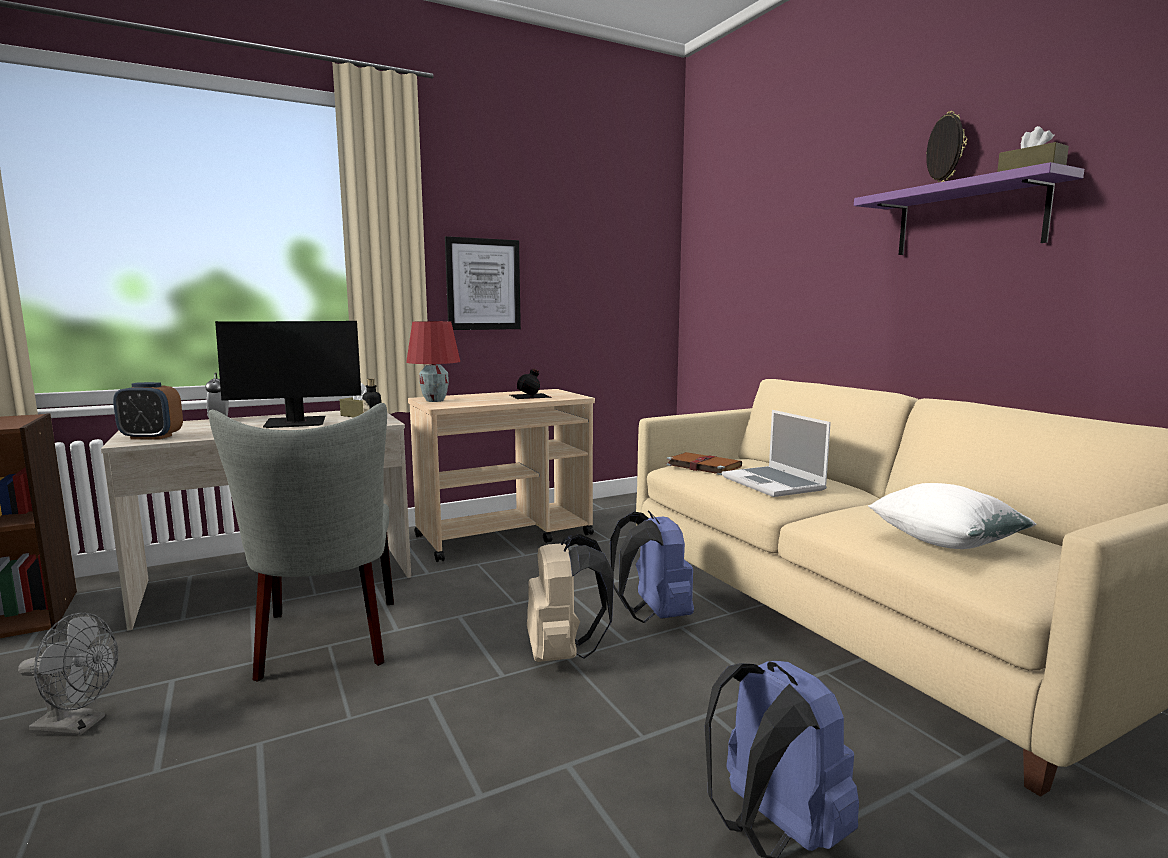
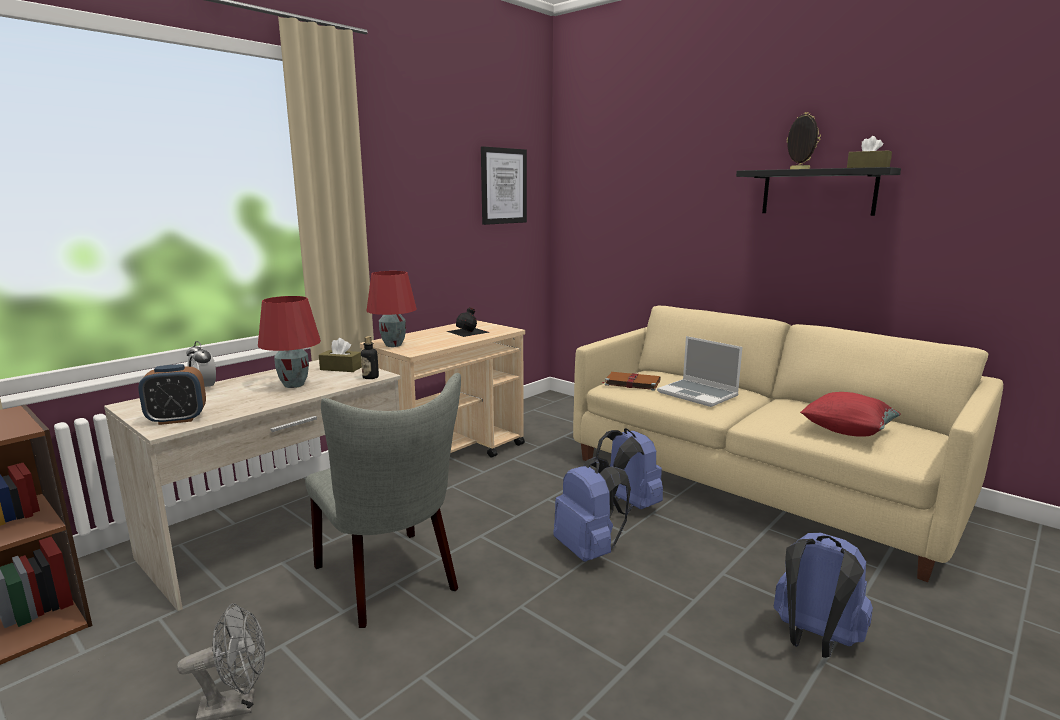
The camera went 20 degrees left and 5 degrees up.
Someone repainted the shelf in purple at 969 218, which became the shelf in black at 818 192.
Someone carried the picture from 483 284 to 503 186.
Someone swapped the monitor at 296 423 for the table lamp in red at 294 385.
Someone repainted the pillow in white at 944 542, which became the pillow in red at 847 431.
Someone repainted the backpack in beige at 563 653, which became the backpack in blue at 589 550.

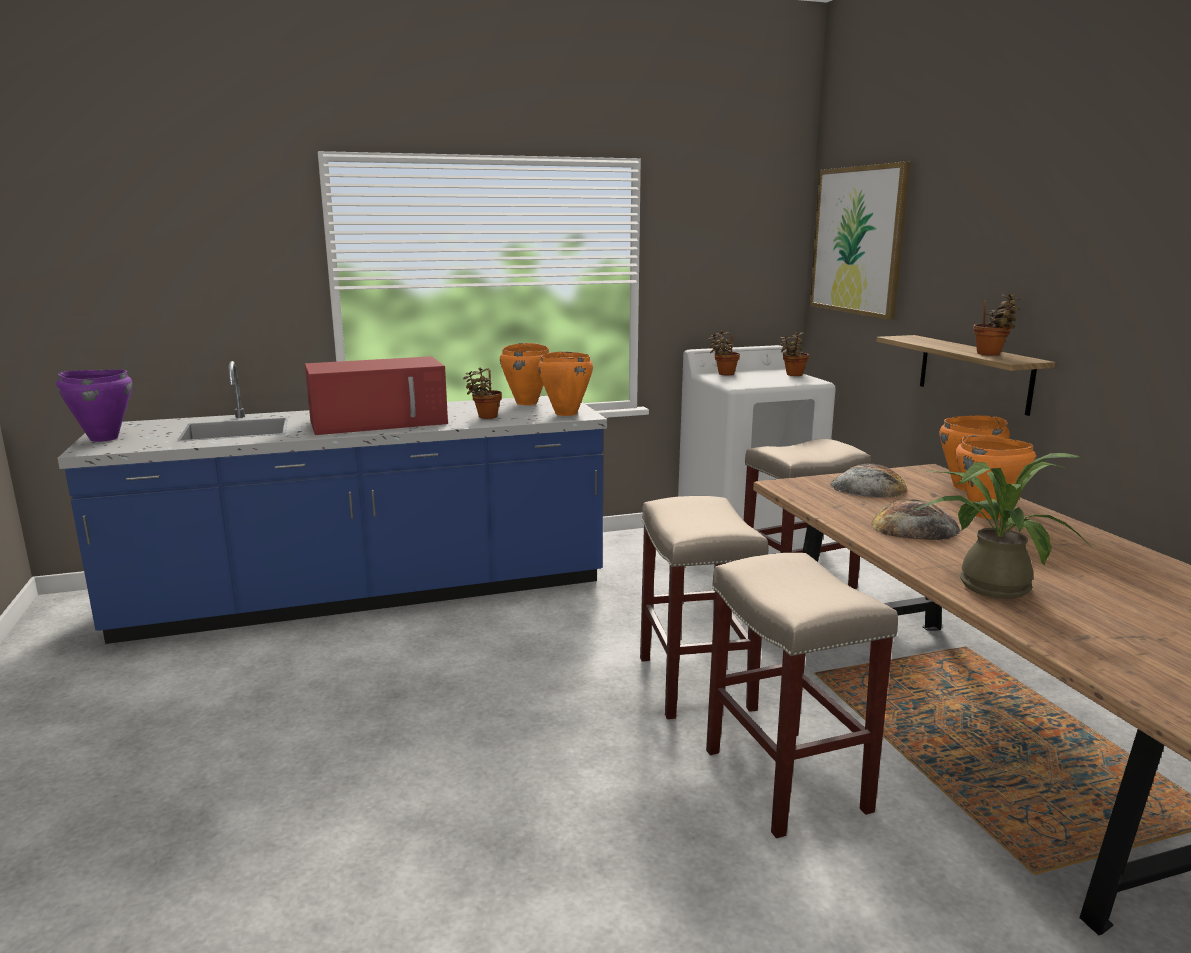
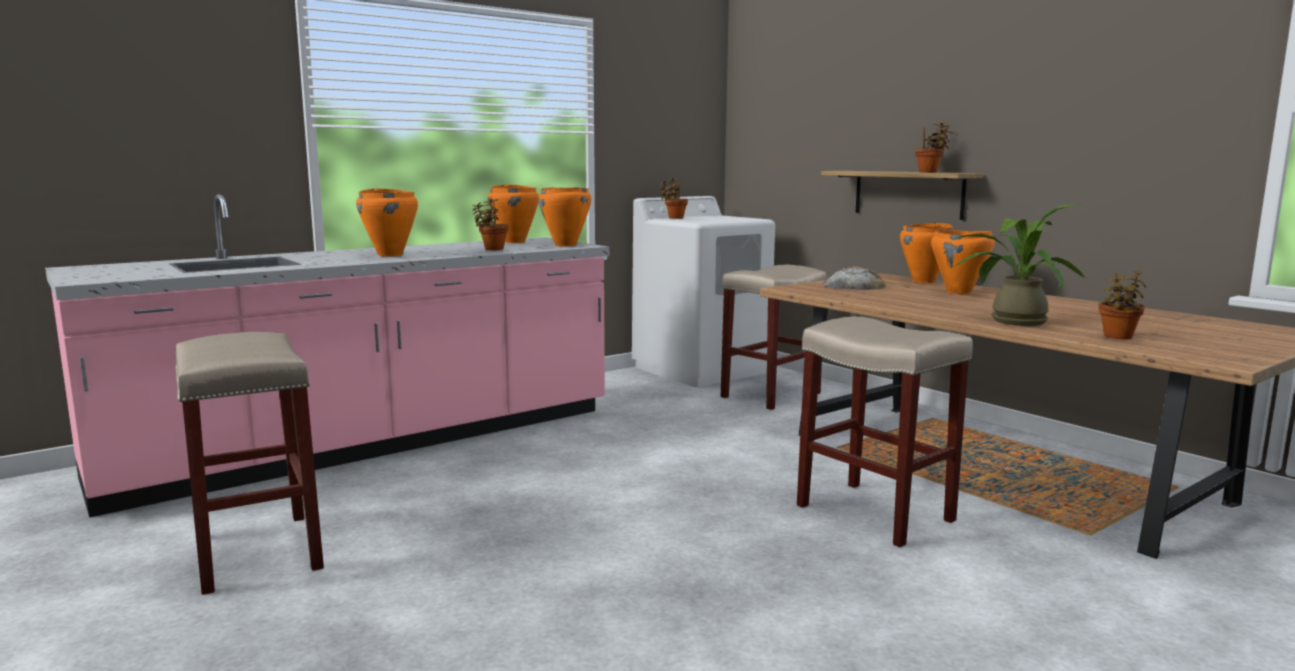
The camera went 20 degrees left and 5 degrees down.
Someone took away the picture at 858 240.
Someone carried the potted plant from 793 375 to 1117 337.
Someone swapped the microwave in red at 380 421 for the cooking pot in orange at 390 255.
Someone repainted the counter in blue at 368 594, which became the counter in pink at 372 444.
Someone took away the cooking pot in purple at 103 438.
Someone carried the stool in beige from 694 682 to 256 551.
Someone took away the bread at 914 527.

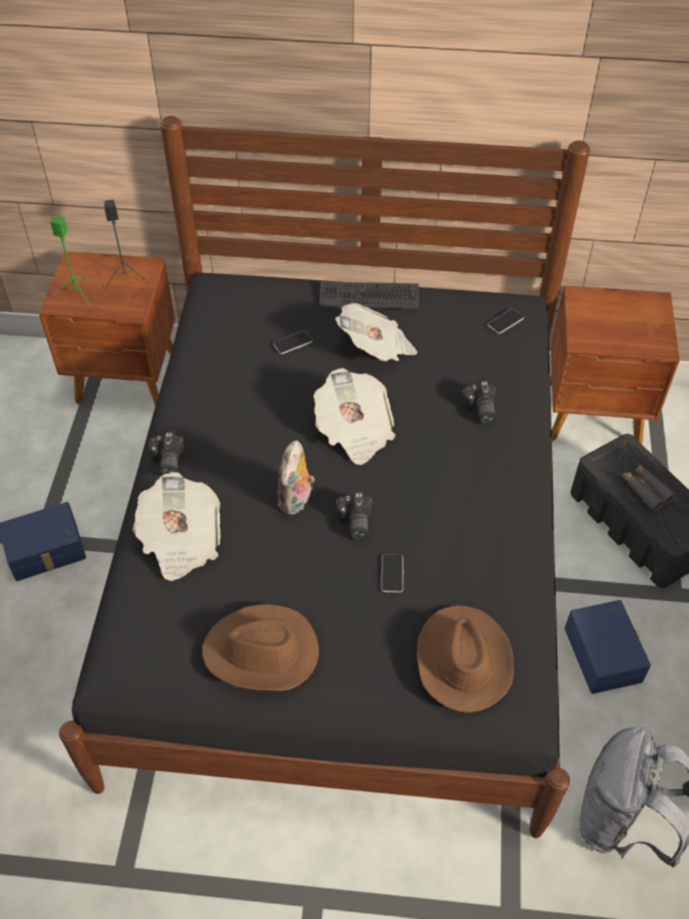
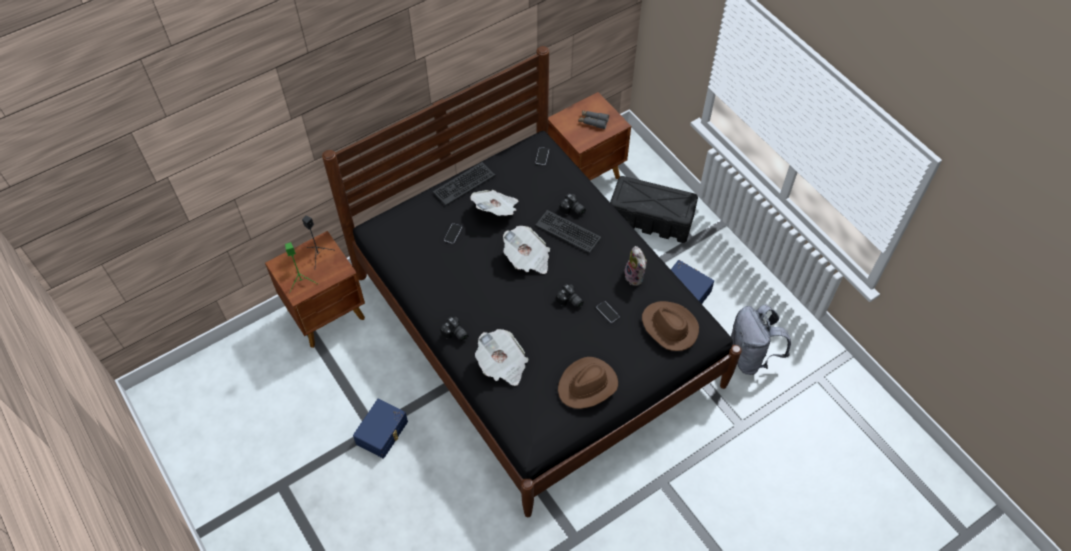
The camera went 40 degrees left and 5 degrees up.
Someone carried the plush toy from 296 501 to 635 277.
Someone carried the binoculars in grey from 646 490 to 593 121.
Someone put down the keyboard at 568 231.

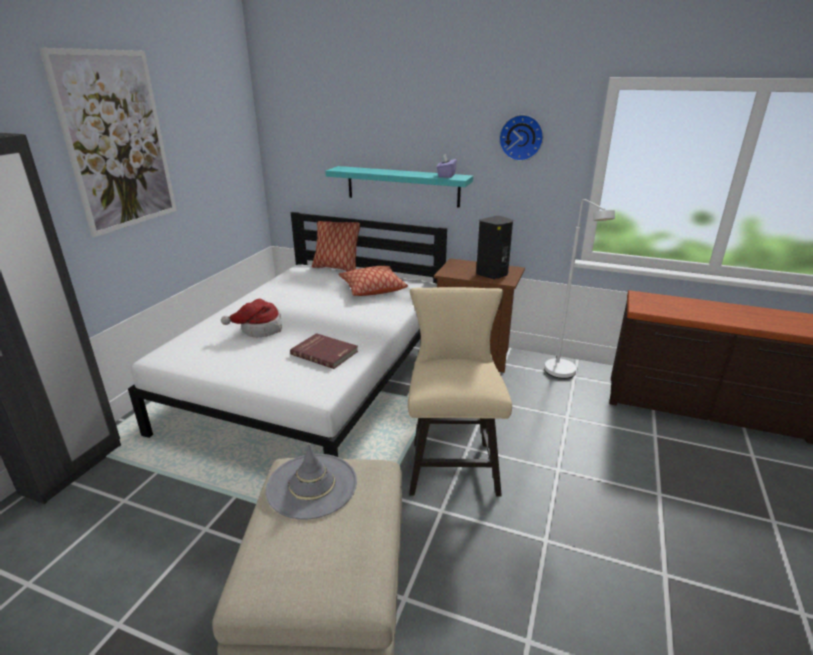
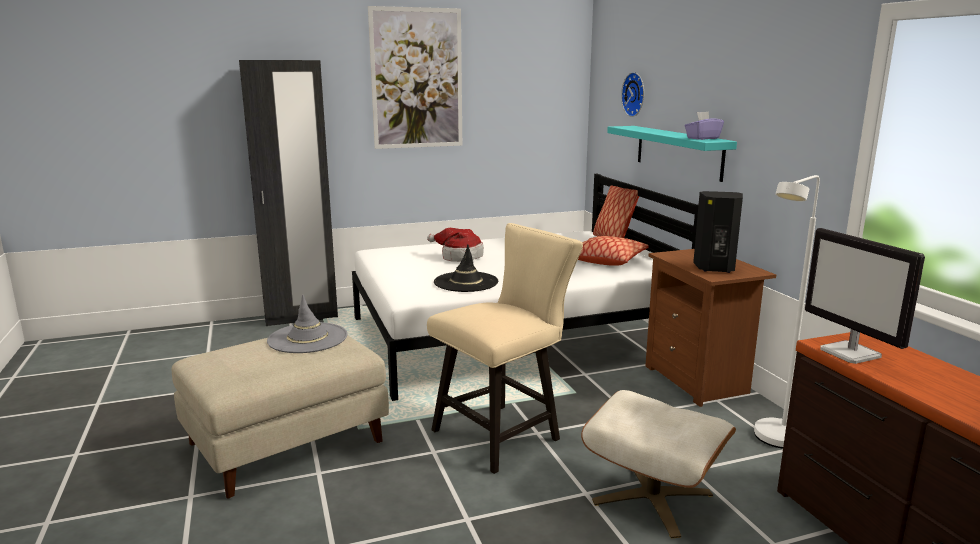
The camera went 50 degrees right and 10 degrees down.
Someone carried the wall clock from 521 137 to 635 94.
Someone swapped the book in red at 325 352 for the hat in black at 466 282.
Someone put down the monitor at 851 353.
Someone put down the ottoman in beige at 653 497.

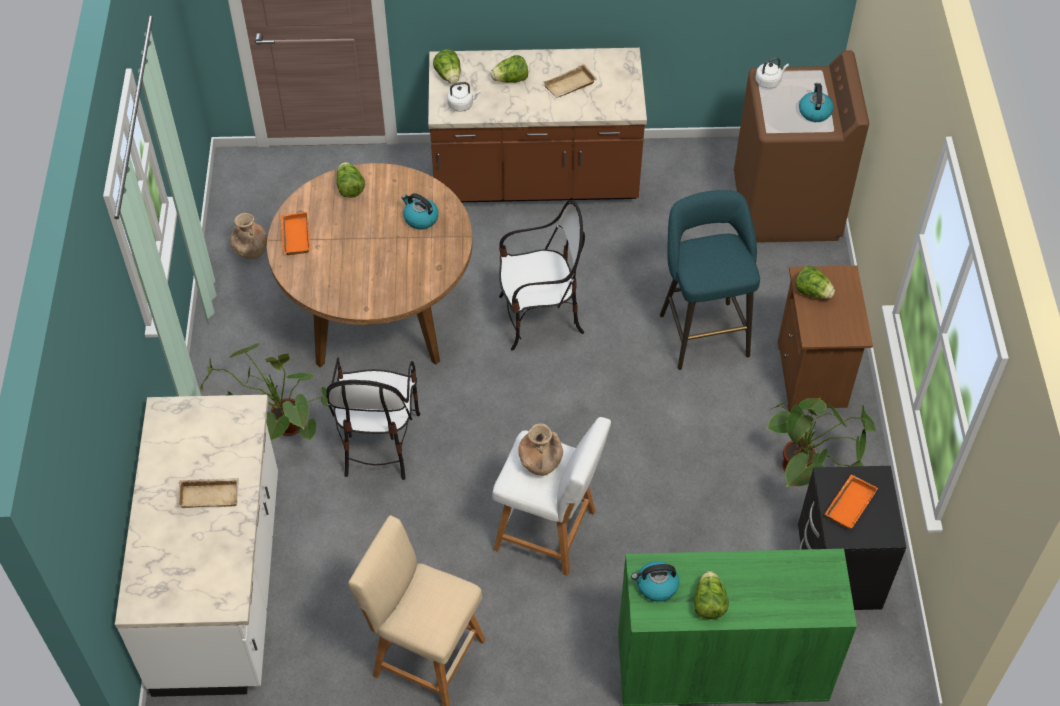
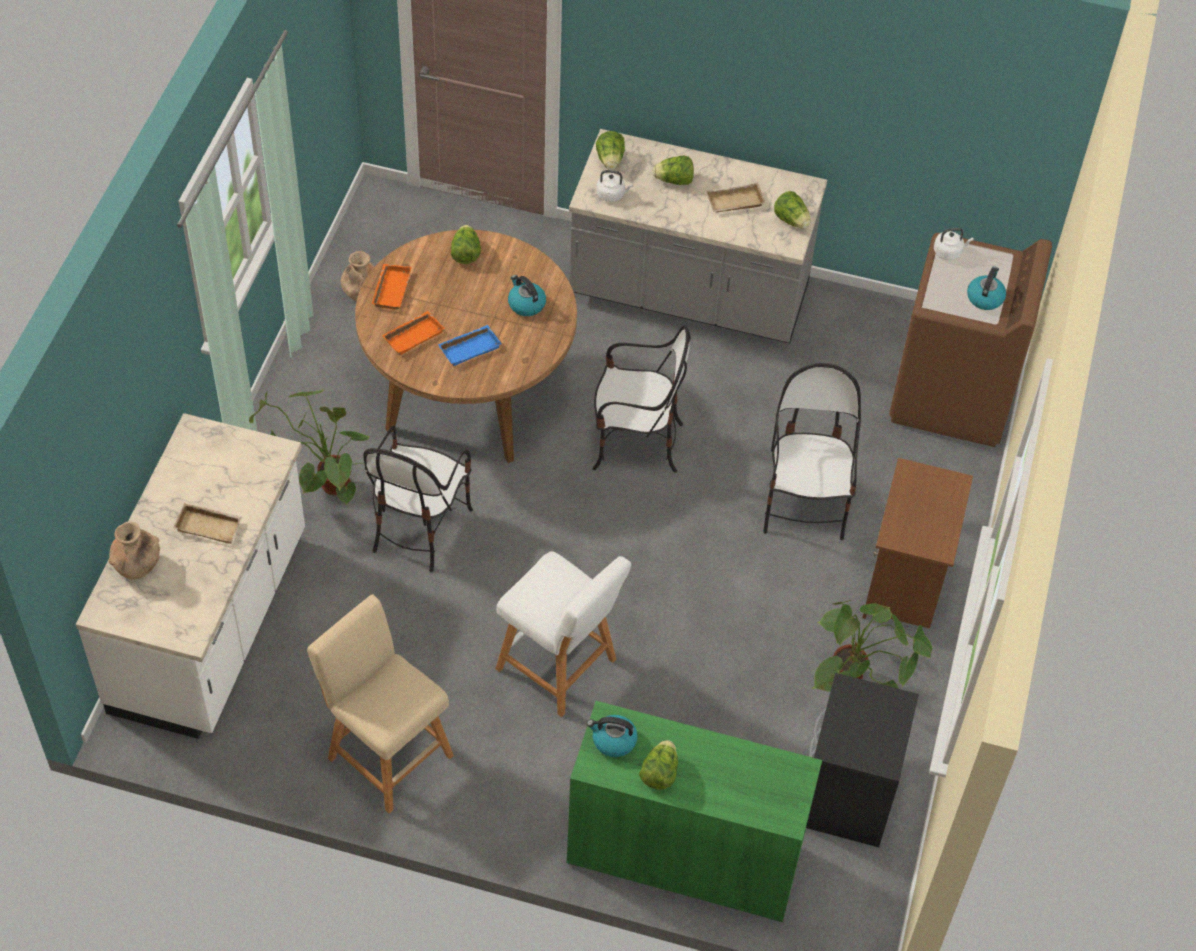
The camera went 15 degrees right and 0 degrees up.
Someone repainted the counter in brown at 535 179, which became the counter in grey at 689 294.
Someone swapped the stool in turquoise at 702 330 for the chair at 805 504.
Someone carried the lettuce from 812 292 to 791 220.
Someone carried the vase in brown from 540 463 to 137 566.
Someone carried the tray in orange from 848 503 to 413 335.
Someone put down the tray in blue at 469 347.

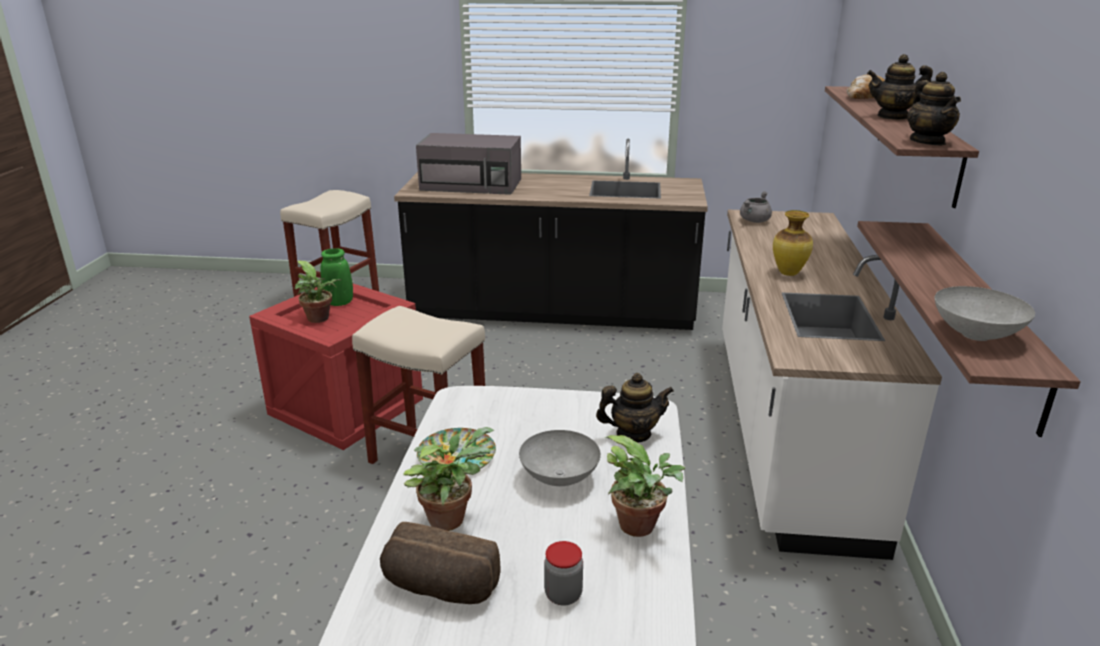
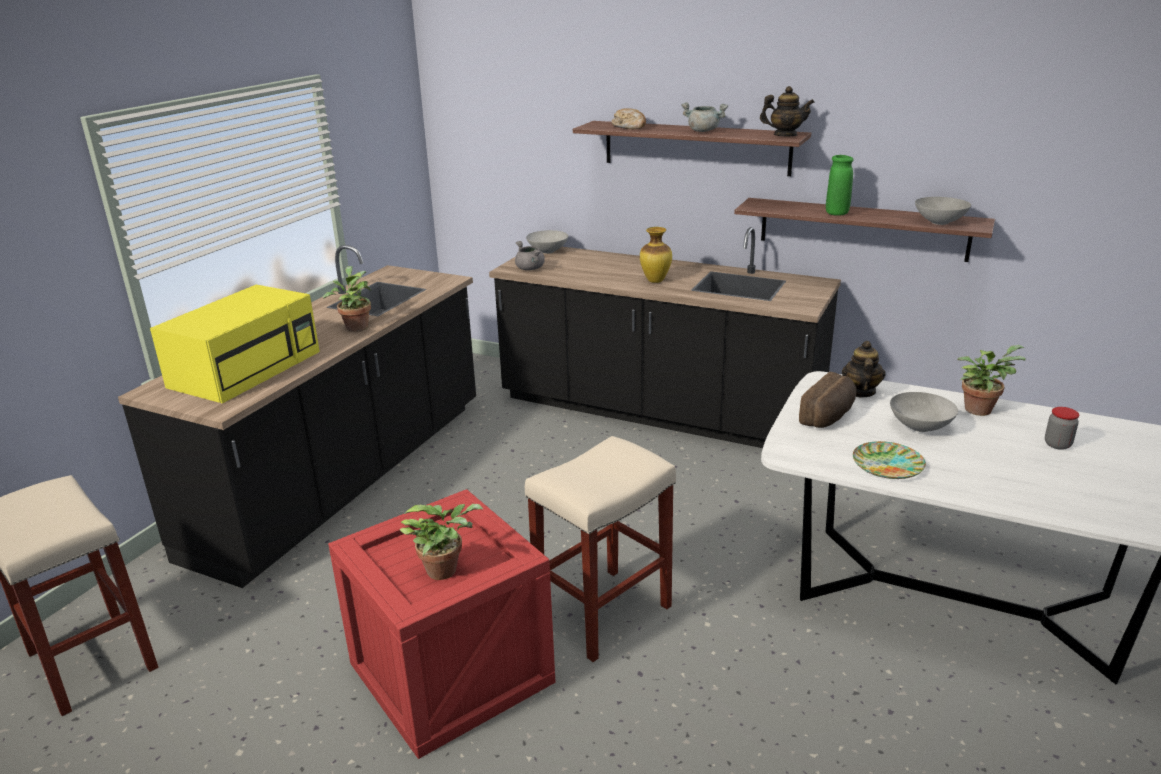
The camera went 70 degrees left and 0 degrees up.
Someone swapped the teapot at 893 116 for the cooking pot in grey at 703 131.
Someone repainted the microwave in grey at 472 184, which became the microwave in yellow at 247 368.
Someone repainted the counter in white at 786 429, which became the counter in black at 658 412.
Someone carried the vase in green from 339 303 to 836 213.
Someone carried the potted plant from 449 516 to 355 326.
Someone carried the bread from 439 588 to 829 416.
Someone put down the bowl in grey at 547 251.

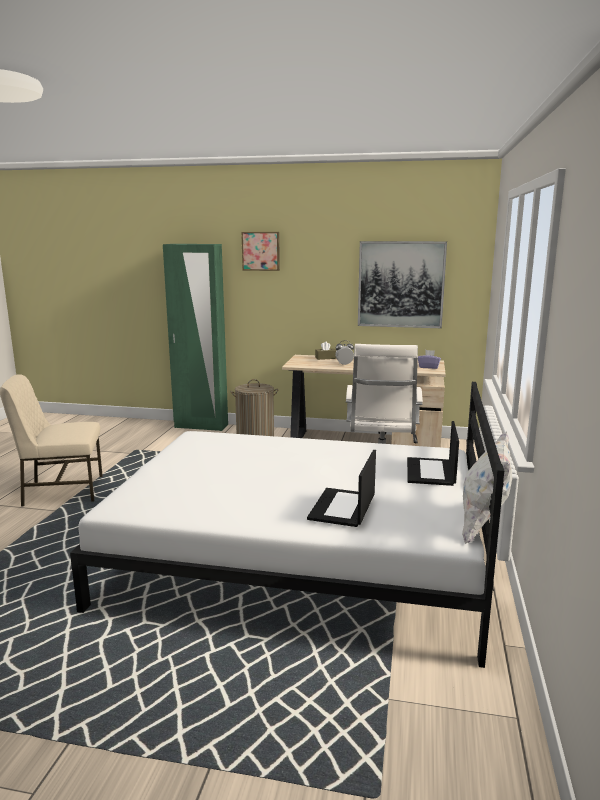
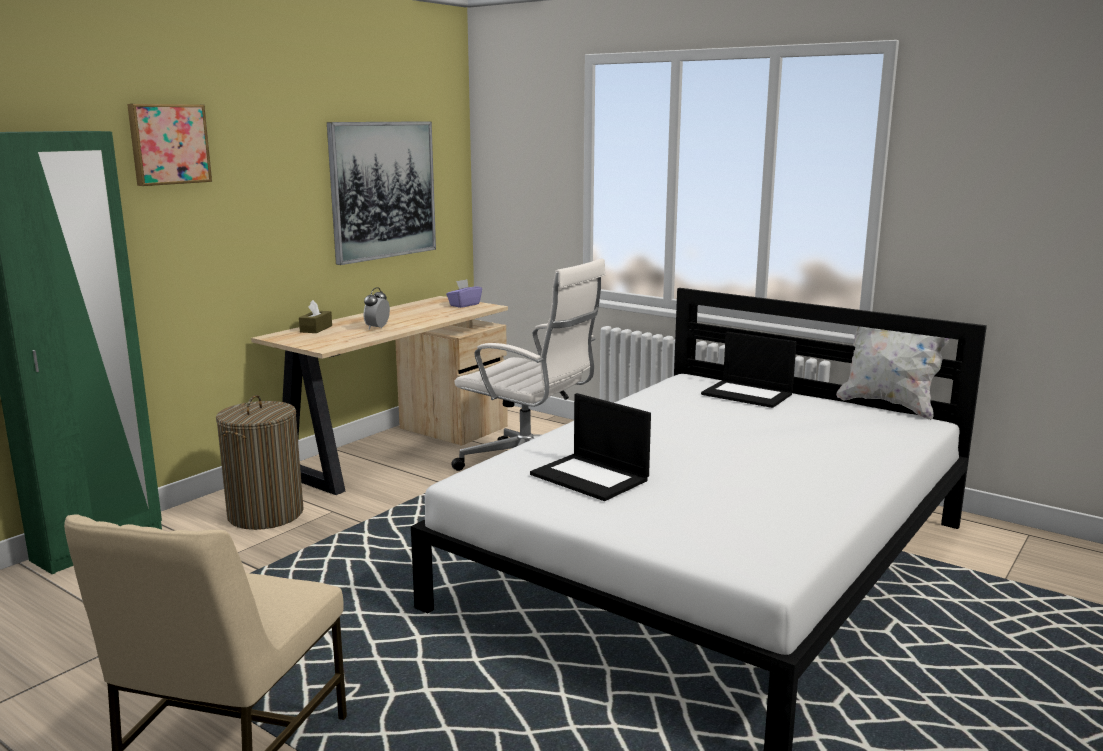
The camera went 65 degrees left and 0 degrees up.
Someone carried the laptop from 343 508 to 591 477.

